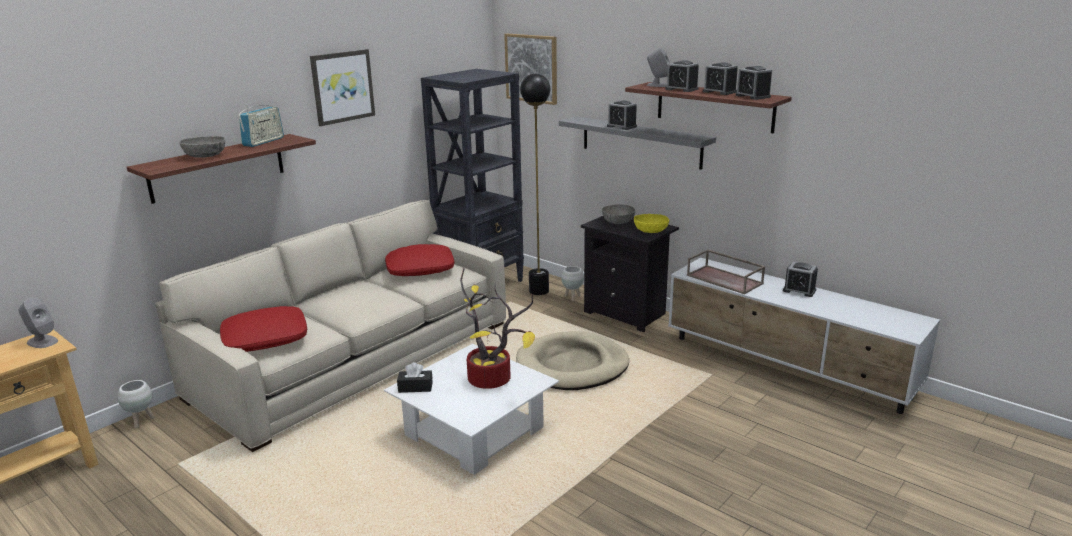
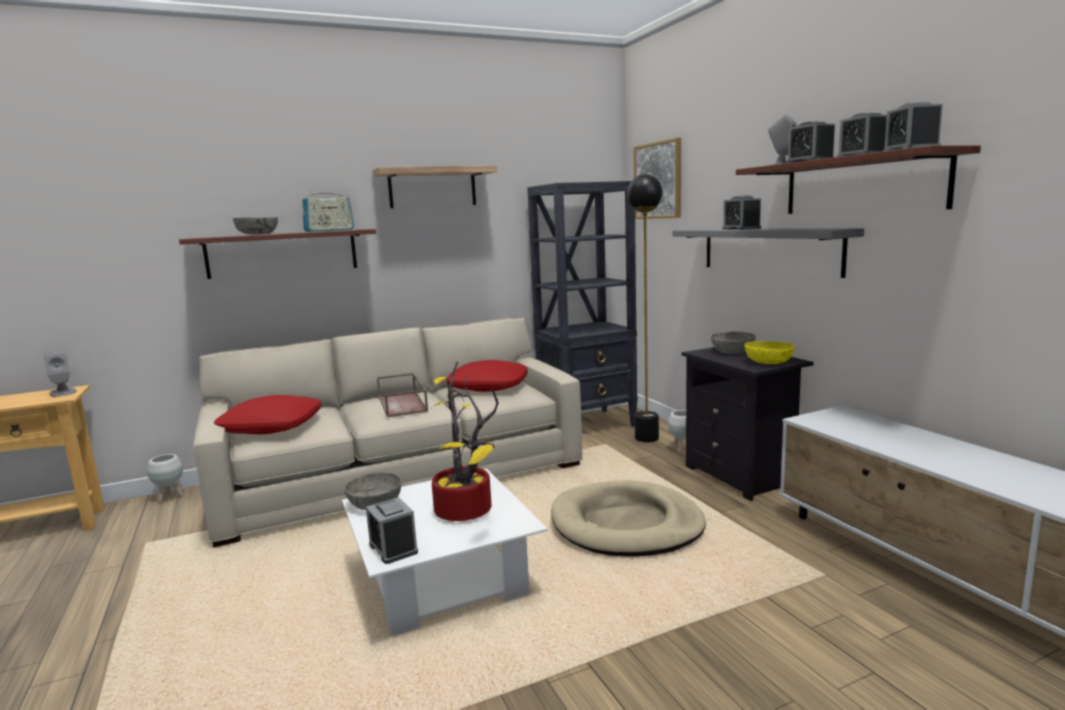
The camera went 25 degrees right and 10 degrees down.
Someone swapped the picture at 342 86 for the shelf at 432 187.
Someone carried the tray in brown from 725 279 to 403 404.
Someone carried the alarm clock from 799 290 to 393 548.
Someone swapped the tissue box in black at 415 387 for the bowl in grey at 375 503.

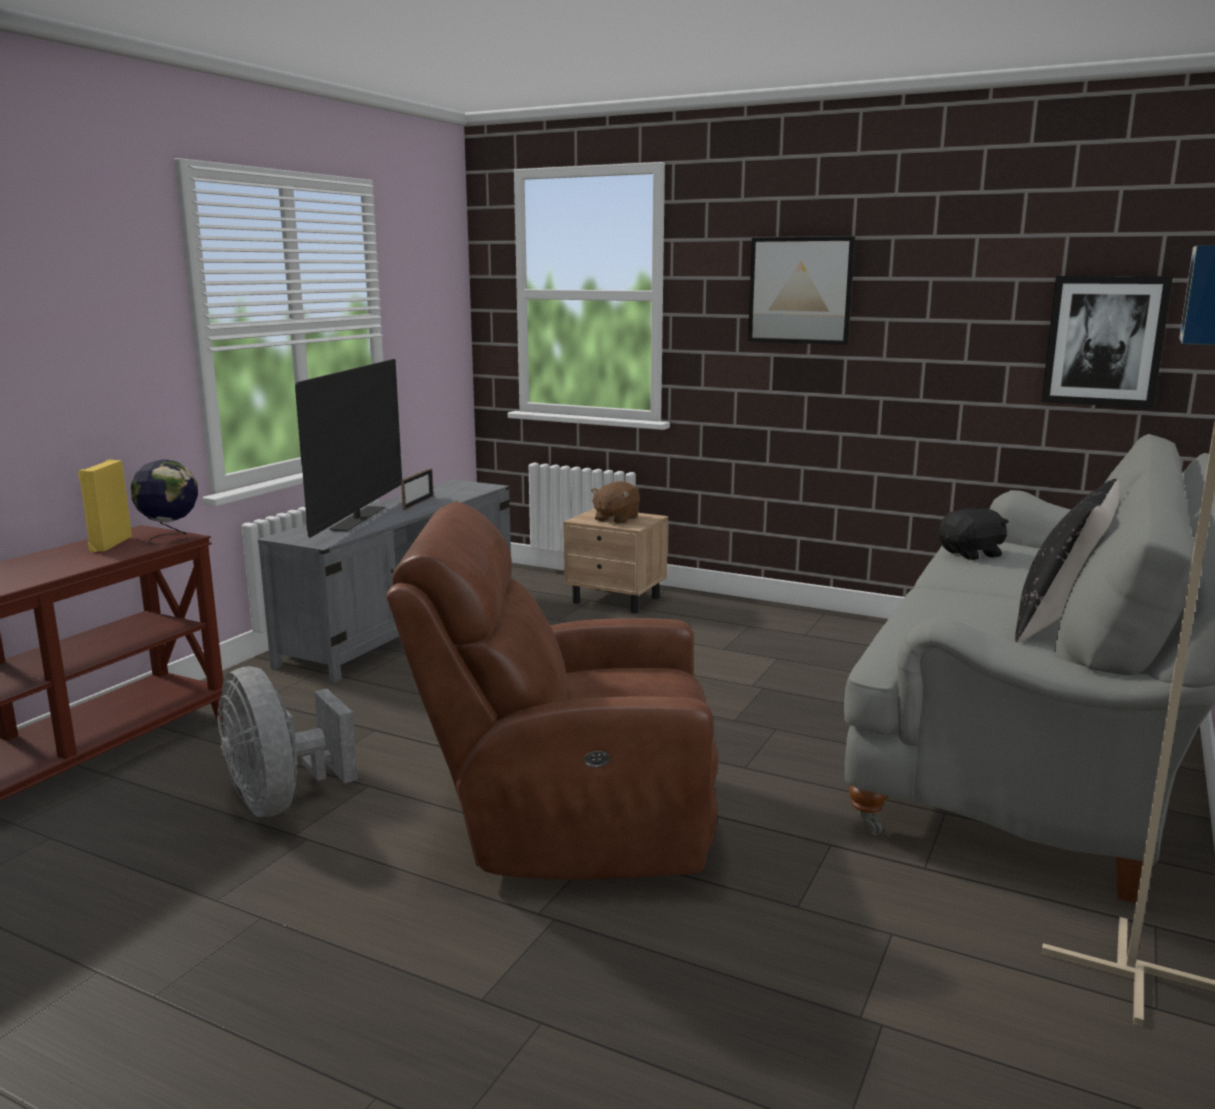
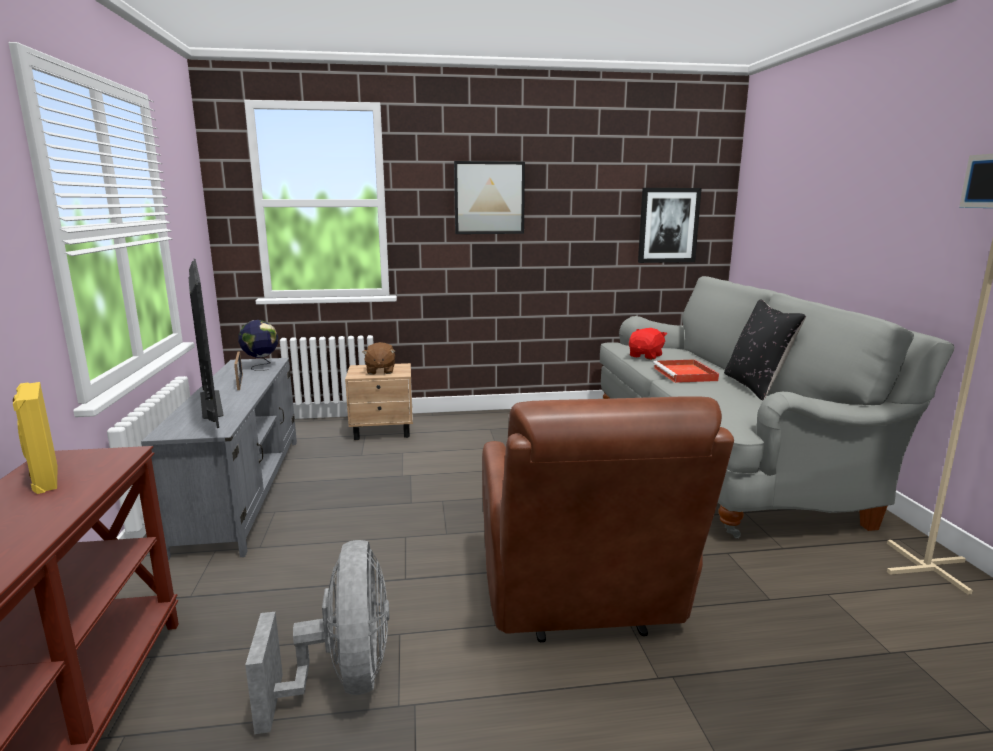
The camera went 35 degrees left and 0 degrees up.
Someone carried the globe from 170 537 to 261 366.
Someone rotated the armchair in brown at 567 824 by 60 degrees counterclockwise.
Someone repainted the plush toy in black at 972 554, which became the plush toy in red at 646 356.
Someone rotated the fan in grey at 281 800 by 120 degrees counterclockwise.
Someone put down the tray in red at 685 374.

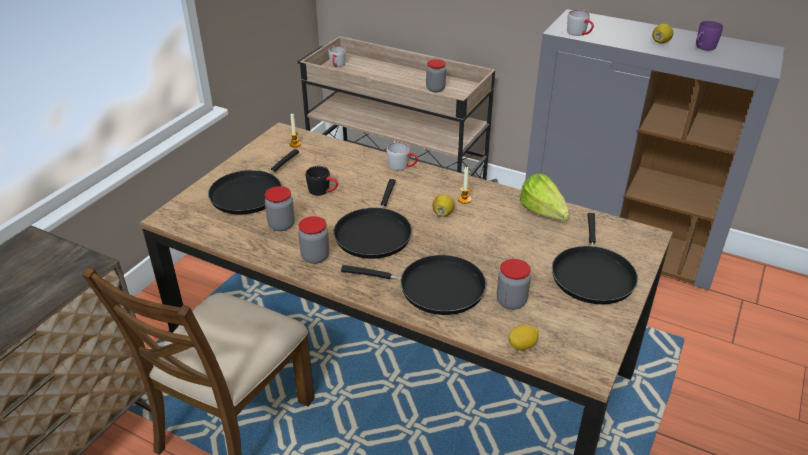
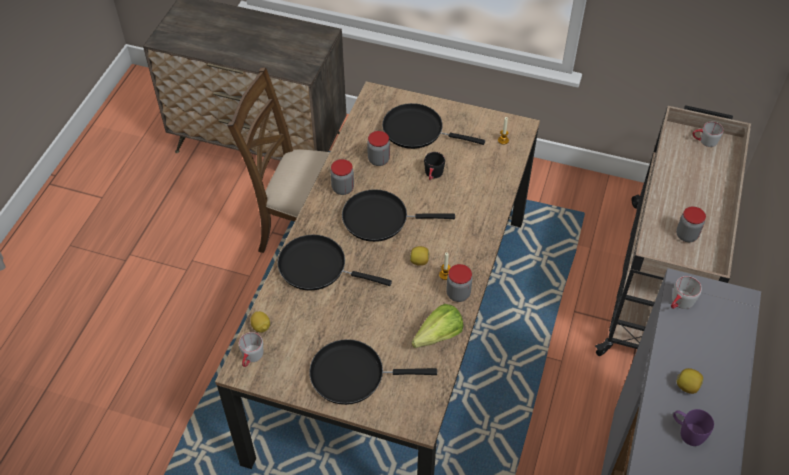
The camera went 80 degrees right and 15 degrees up.
Someone carried the mug in grey from 402 166 to 251 358.
Someone rotated the frying pan in black at 435 288 by 105 degrees clockwise.
Someone carried the jar from 511 301 to 458 294.

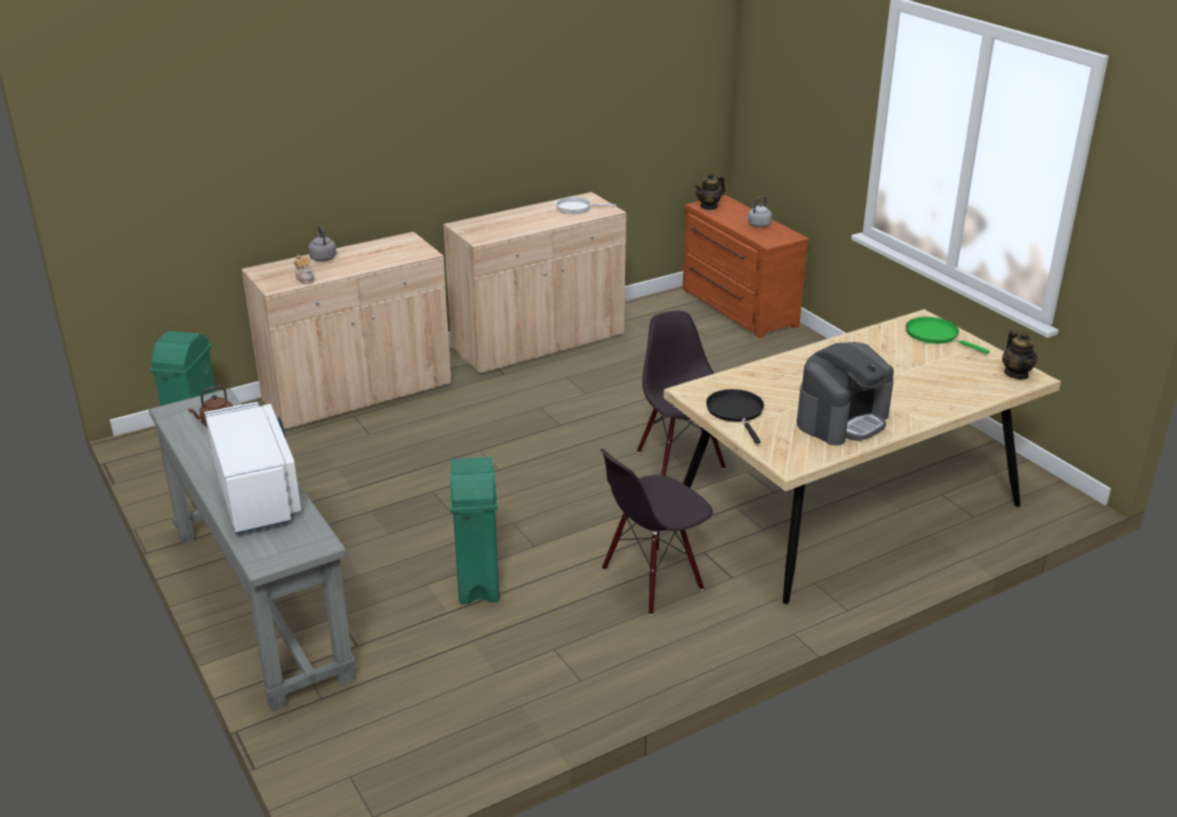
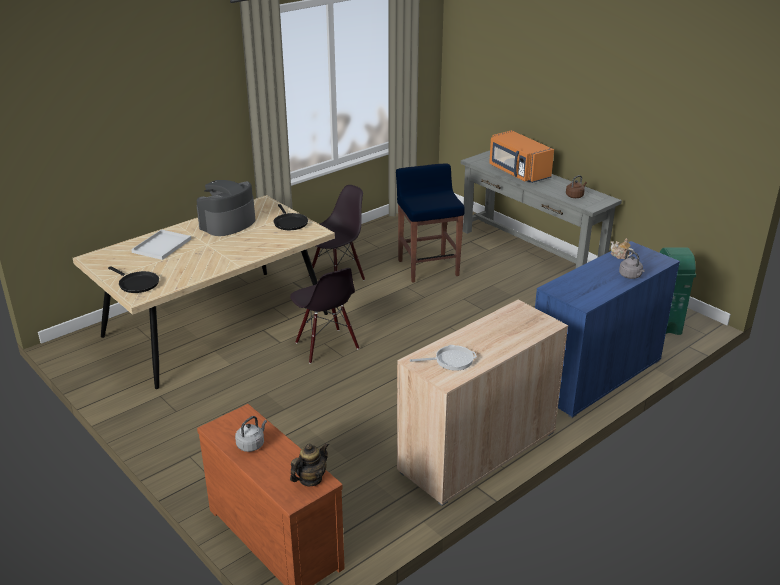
The camera went 170 degrees right and 0 degrees up.
Someone repainted the cabinet in beige at 358 393, which became the cabinet in blue at 594 376.
Someone repainted the frying pan in green at 935 335, which became the frying pan in black at 137 284.
Someone took away the teapot at 1016 374.
Someone repainted the microwave in white at 257 494, which became the microwave in orange at 518 172.
Someone swapped the trash can in green at 478 584 for the stool in blue at 428 267.
Someone put down the tray in white at 162 245.

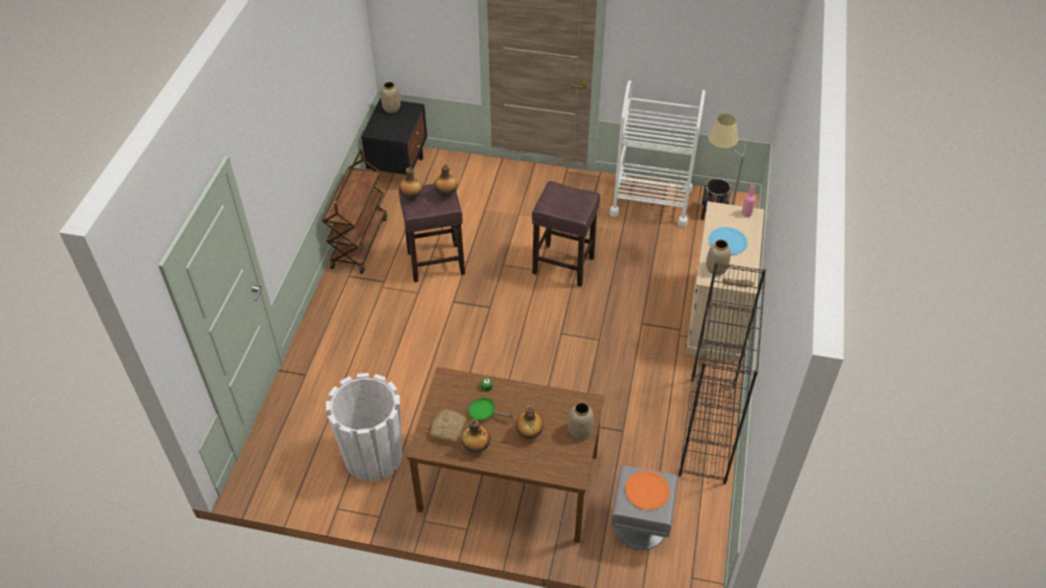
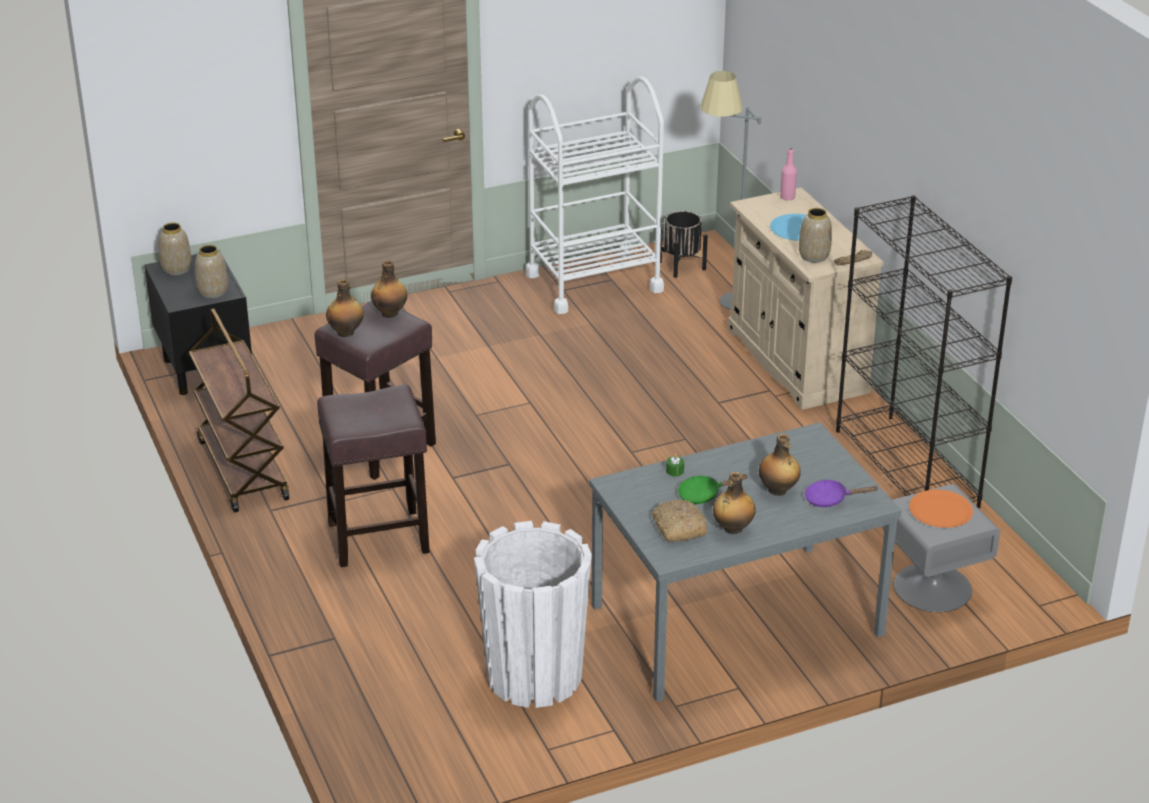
The camera went 35 degrees left and 15 degrees down.
Someone carried the stool in brown from 564 265 to 380 537.
Someone repainted the dining table in brown at 510 482, which became the dining table in grey at 737 619.
Someone carried the vase from 580 431 to 213 292.
Someone put down the frying pan in purple at 830 499.

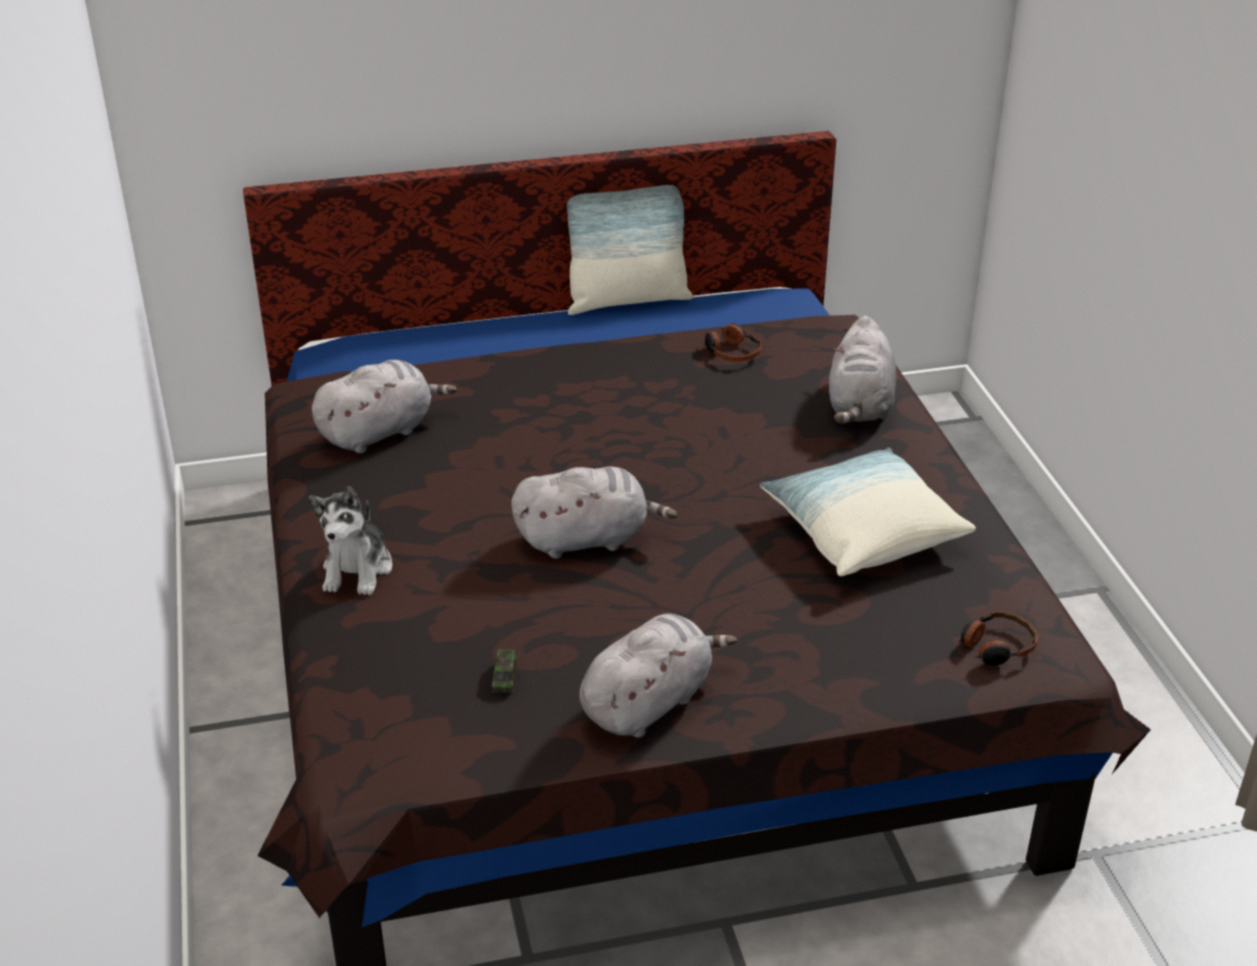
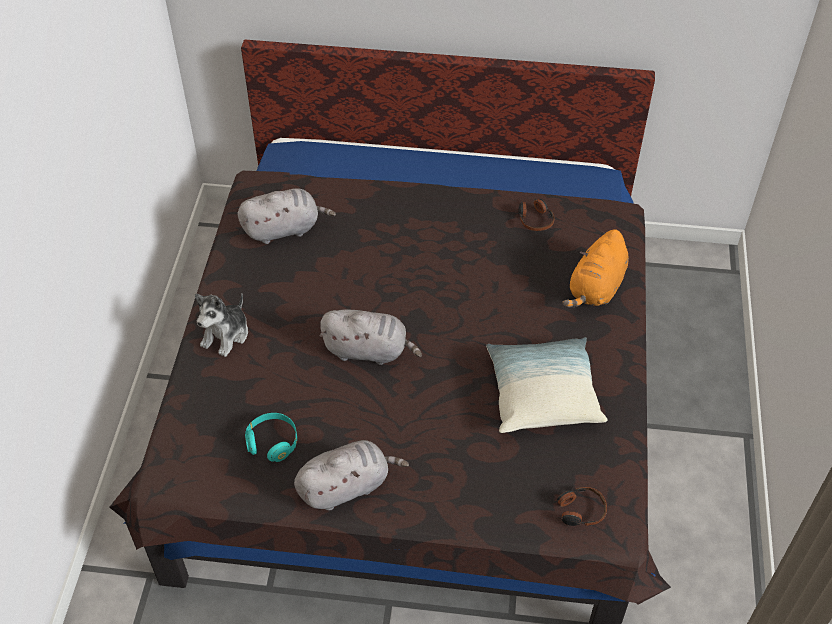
The camera went 20 degrees right and 15 degrees up.
Someone took away the pillow at 627 300.
Someone repainted the plush toy in grey at 859 406, which became the plush toy in orange at 596 288.
Someone swapped the toy car at 505 678 for the headphones in turquoise at 273 442.

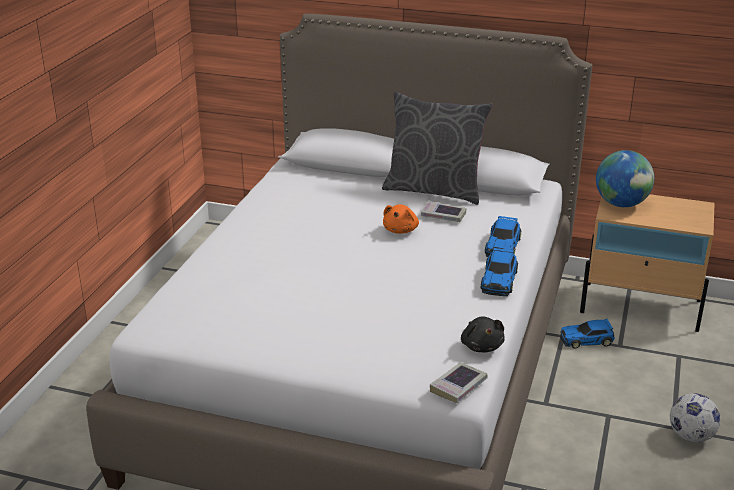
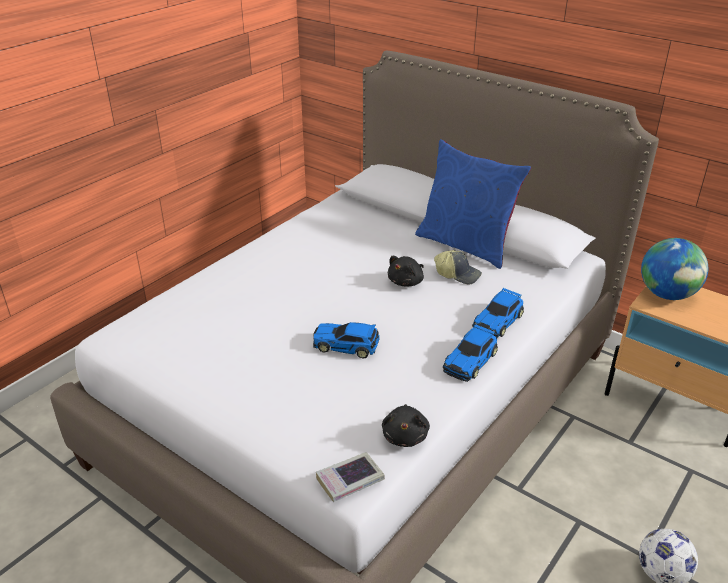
The camera went 20 degrees right and 5 degrees up.
Someone repainted the pillow in grey at 434 190, which became the pillow in blue at 466 245.
Someone swapped the book at 443 215 for the cap at 458 274.
Someone repainted the plush toy in orange at 401 230, which became the plush toy in black at 406 282.
Someone carried the toy car from 587 340 to 347 346.

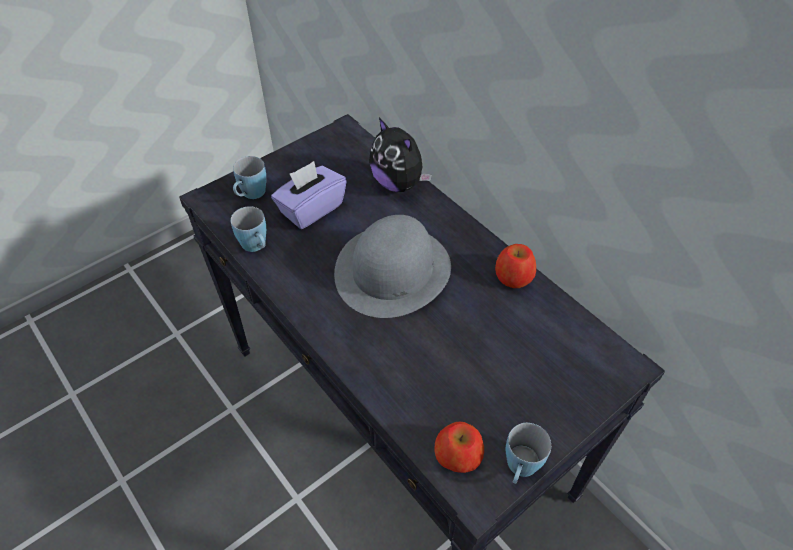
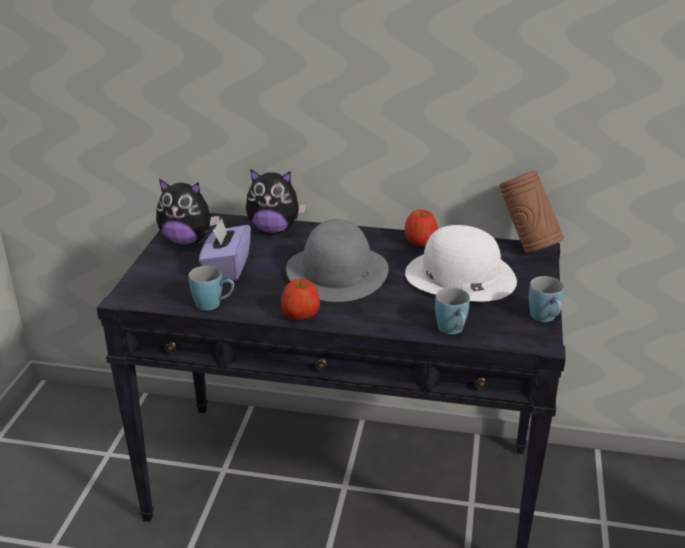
The camera went 40 degrees left and 20 degrees down.
Someone carried the mug in blue from 251 195 to 453 331.
Someone carried the apple from 457 455 to 300 314.
Someone put down the vase in brown at 526 247.
Someone put down the plush toy at 187 240.
Someone put down the hat in white at 459 276.

